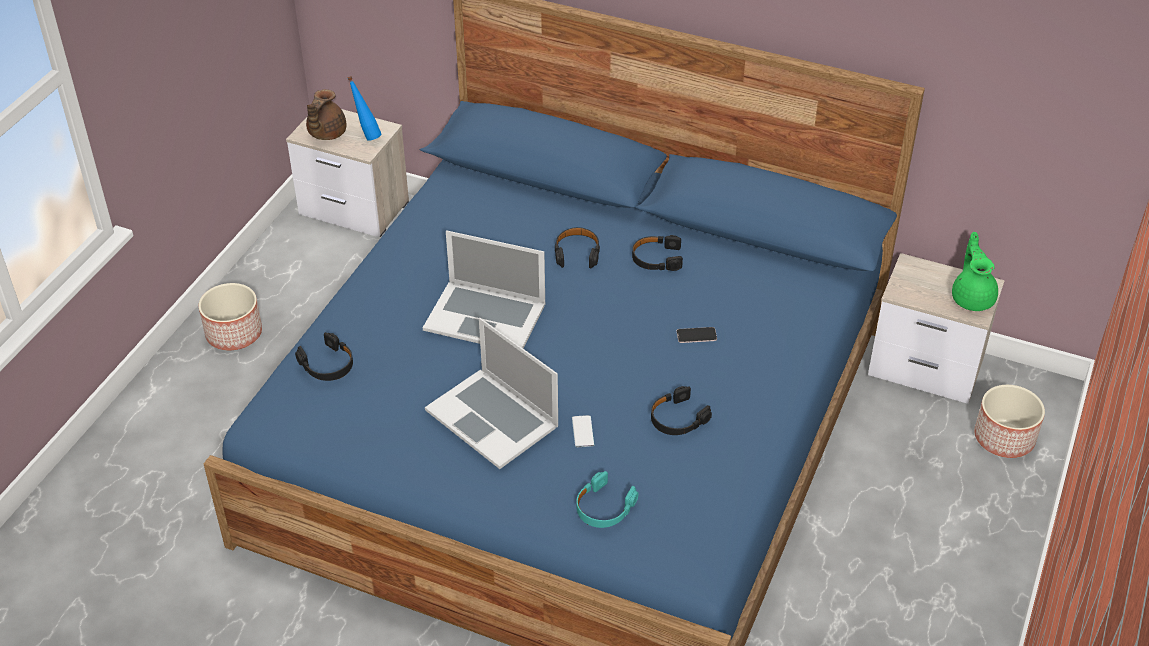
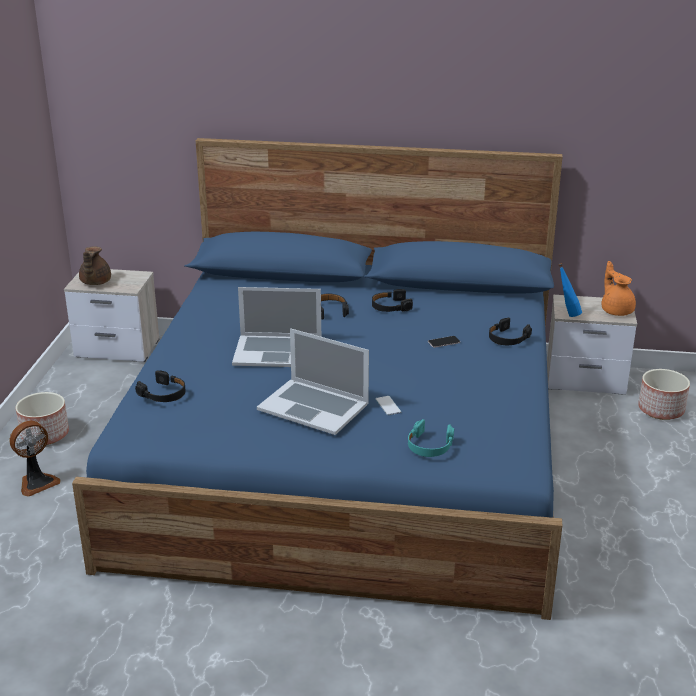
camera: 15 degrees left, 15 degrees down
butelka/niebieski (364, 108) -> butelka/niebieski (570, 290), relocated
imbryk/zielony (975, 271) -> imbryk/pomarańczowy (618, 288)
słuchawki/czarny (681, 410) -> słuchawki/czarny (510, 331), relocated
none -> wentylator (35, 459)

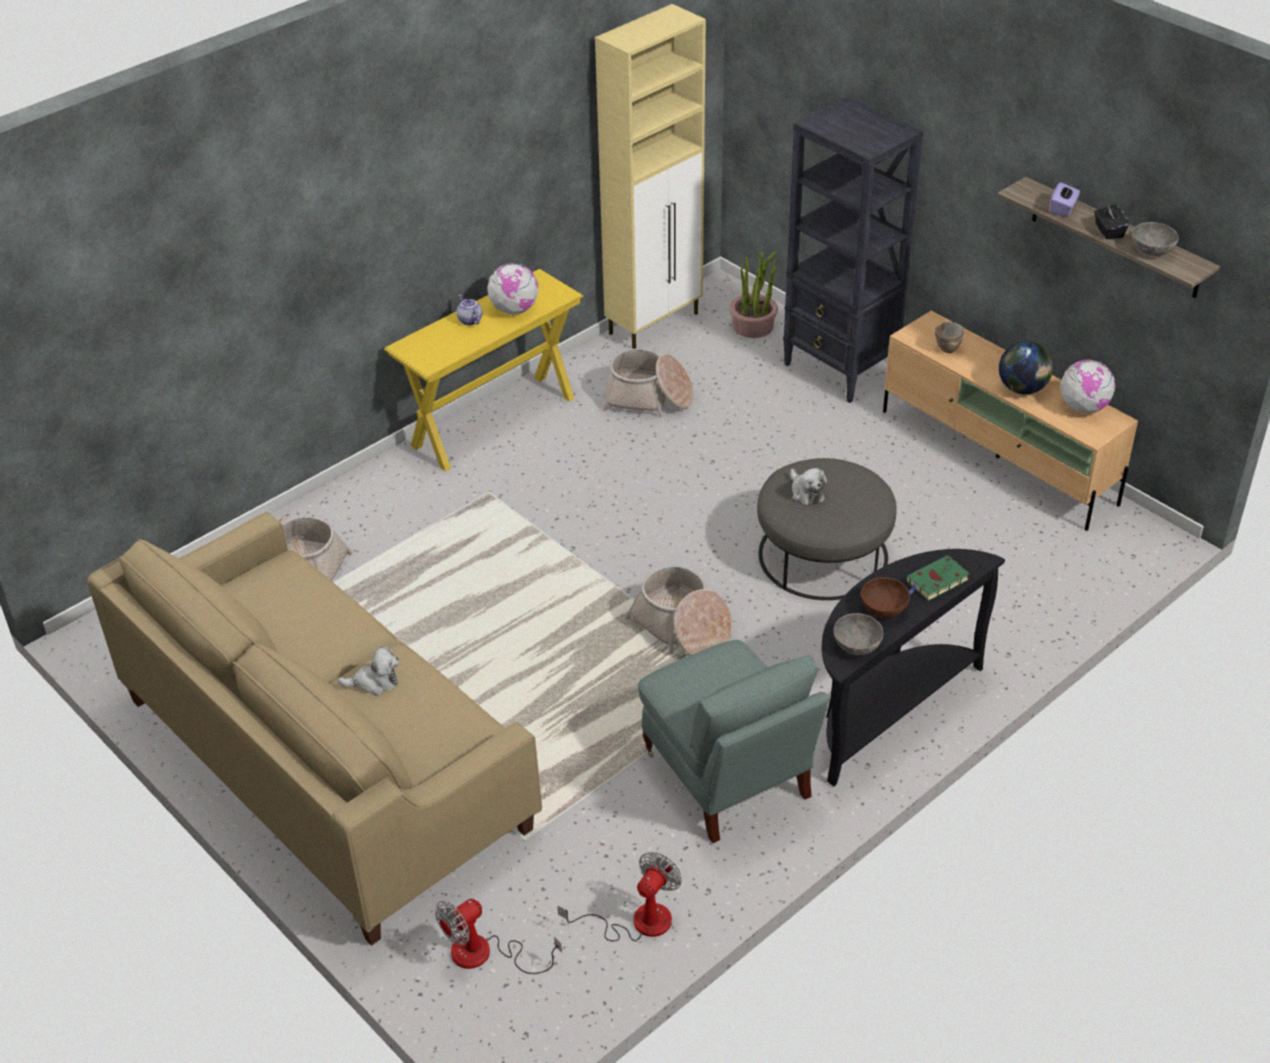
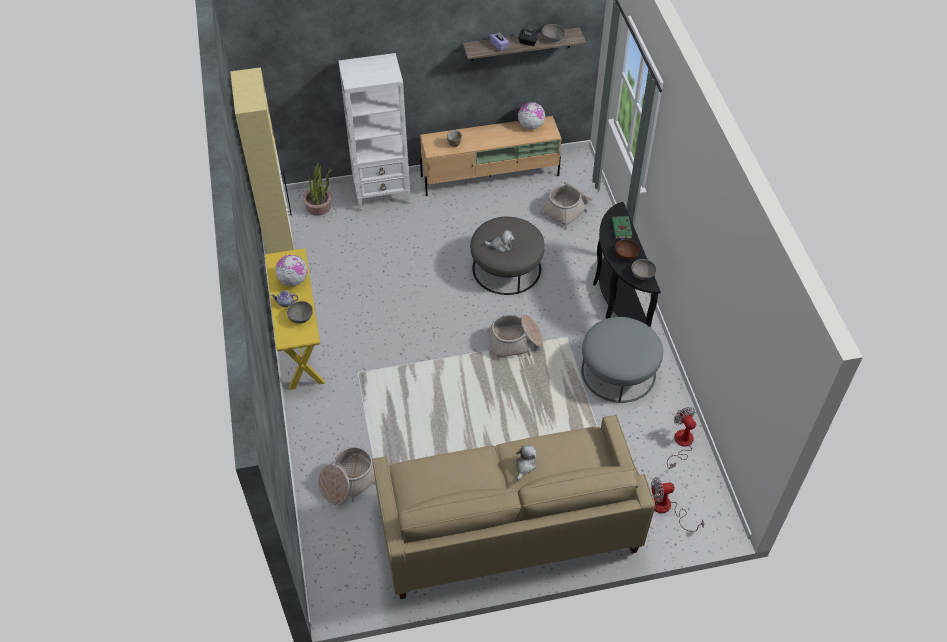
camera: 60 degrees left, 10 degrees up
regał/czarny (853, 250) -> regał/biały (374, 132)
globus (1026, 367) -> none
koszyk (648, 383) -> koszyk (566, 205), relocated
fotel/szary (733, 741) -> pufa/szary (622, 360)
wentylator (498, 936) -> wentylator (677, 504), 90 degrees clockwise
none -> miska/szary (300, 312)

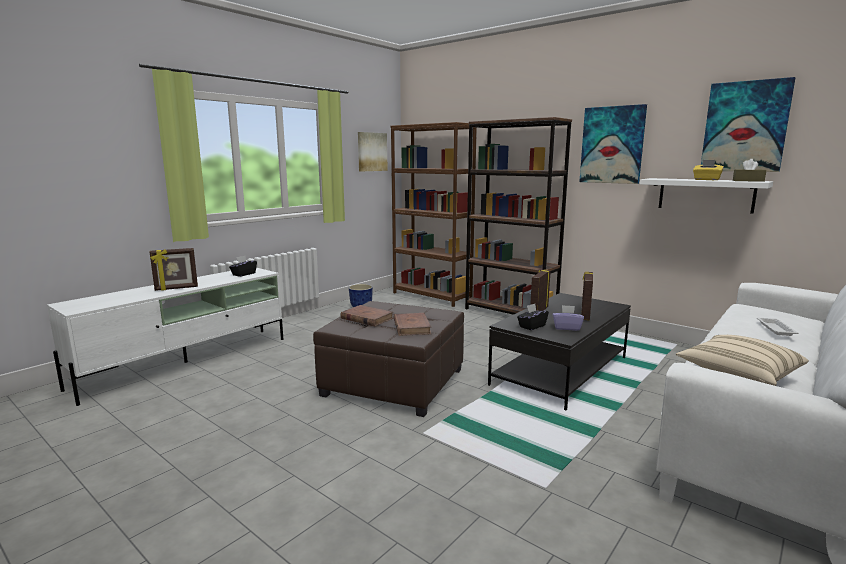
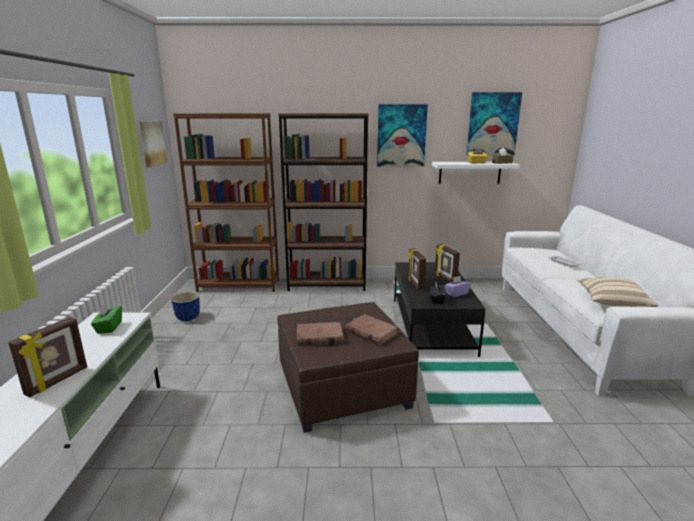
camera: 40 degrees left, 5 degrees up
pudełko chusteczek/czarny (243, 266) -> pudełko chusteczek/zielony (106, 318)

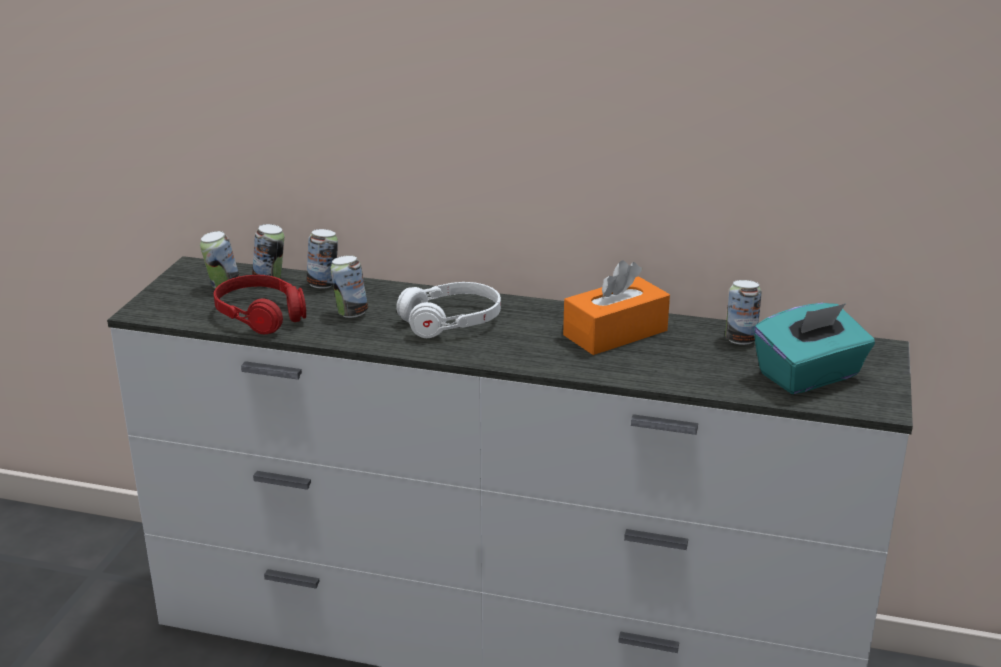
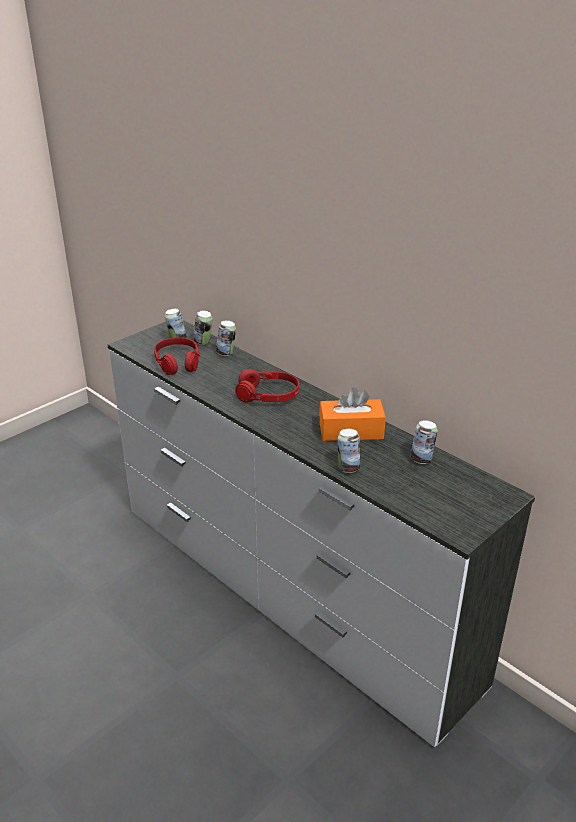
camera: 30 degrees right, 5 degrees up
puszka (349, 286) -> puszka (349, 451), relocated
słuchawki/biały (448, 310) -> słuchawki/czerwony (267, 385)
pudełko chusteczek/turkusowy (814, 348) -> none

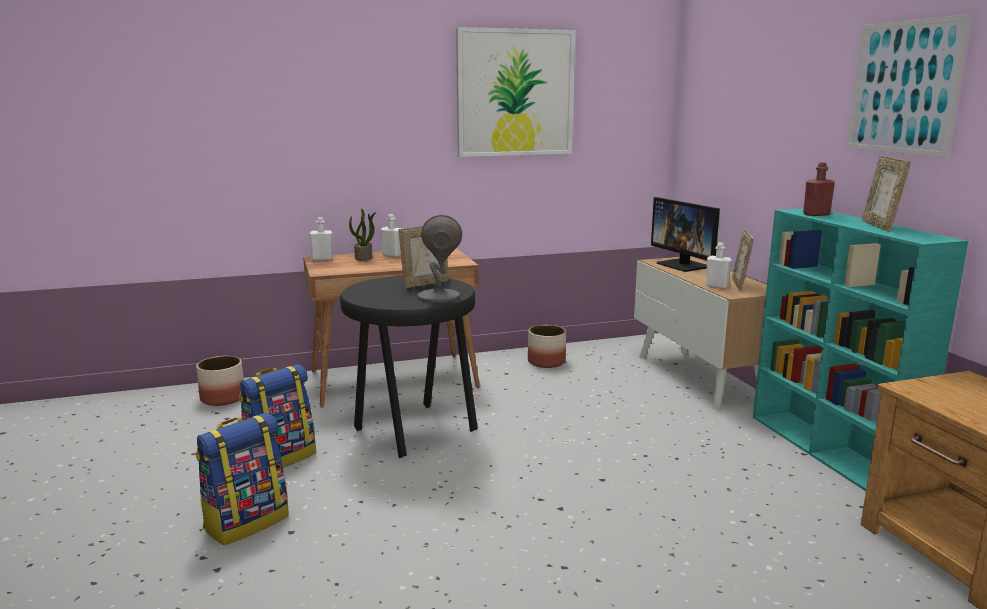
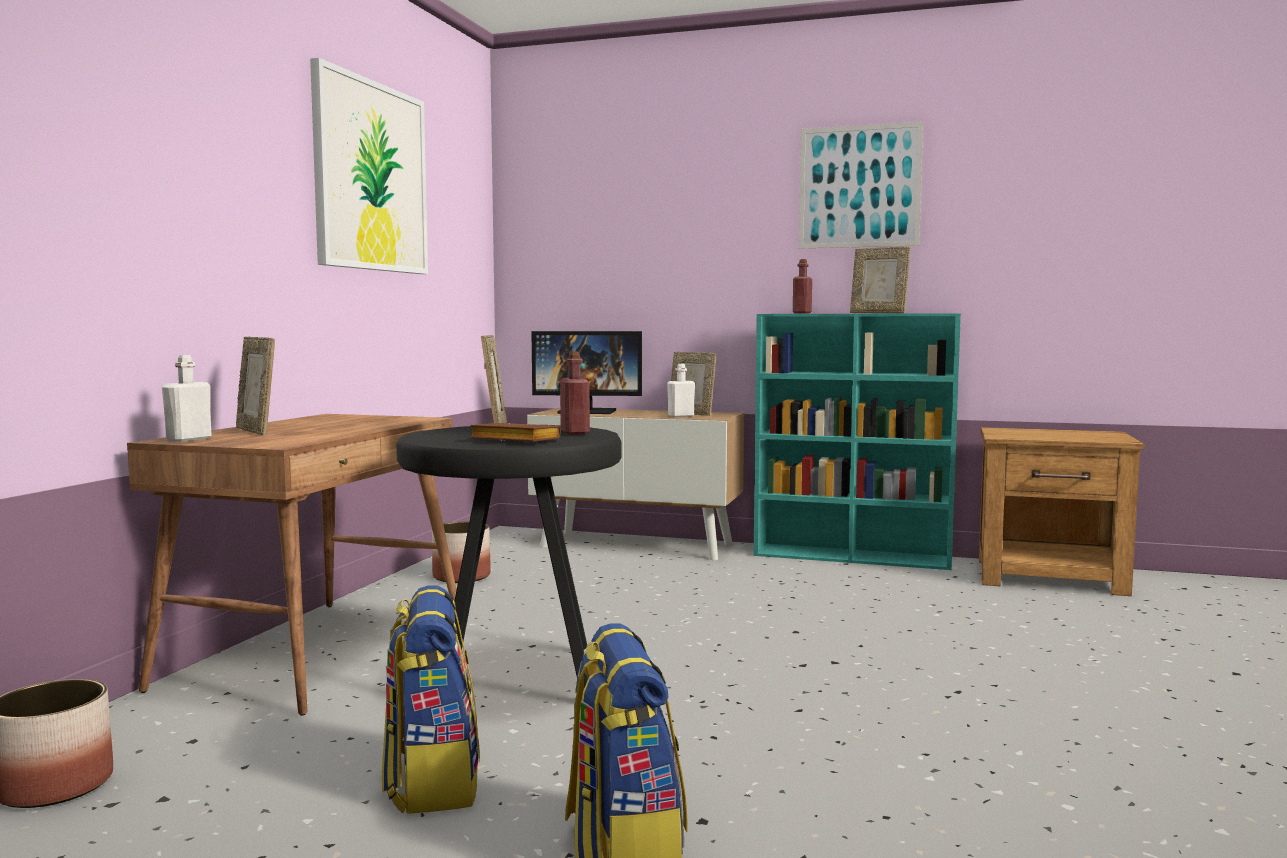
camera: 55 degrees left, 10 degrees down
roślina doniczkowa (362, 235) -> ramka na zdjęcie (255, 386)
butelka/biały (391, 235) -> none
lampa stołowa/szary (439, 259) -> butelka/czerwony (575, 393)
none -> książka/brązowy (515, 432)

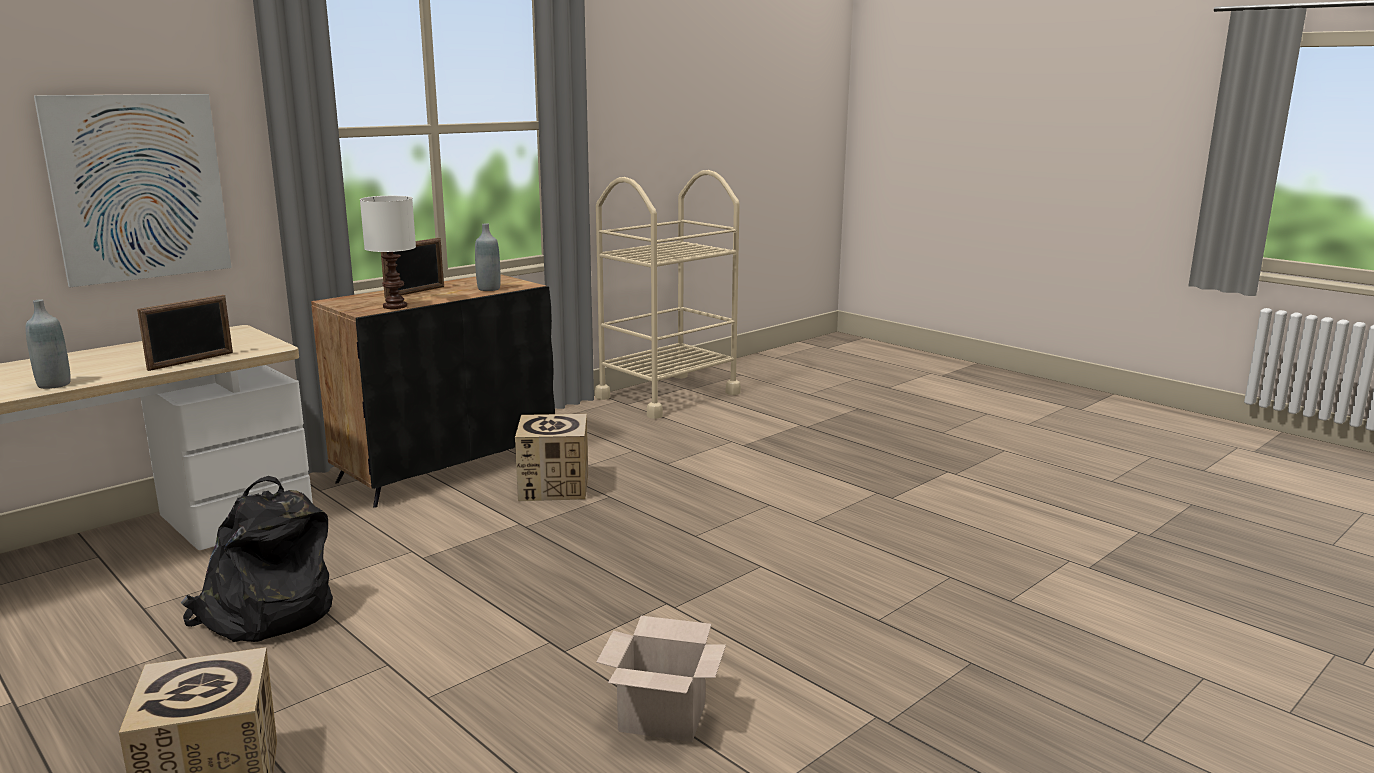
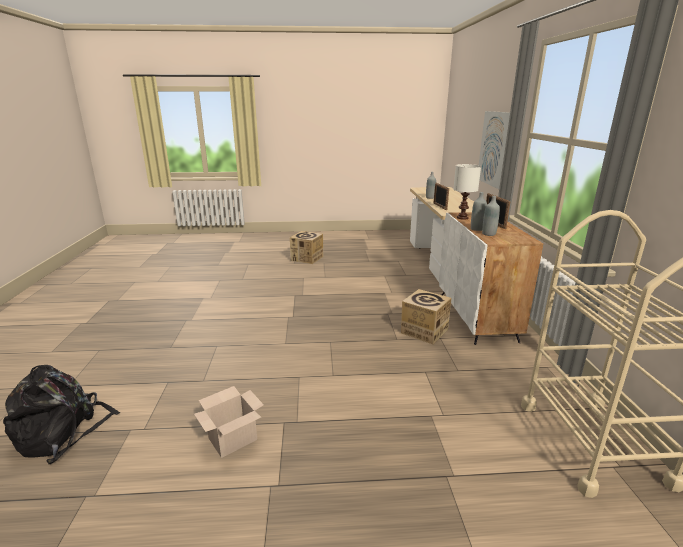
camera: 130 degrees right, 5 degrees up
szafka/czarny (433, 391) -> szafka/biały (491, 278)
plecak/czarny (257, 559) -> plecak/czarny (61, 414), relocated
karton (661, 679) -> karton (229, 422), relocated
none -> butelka/szary (479, 211)

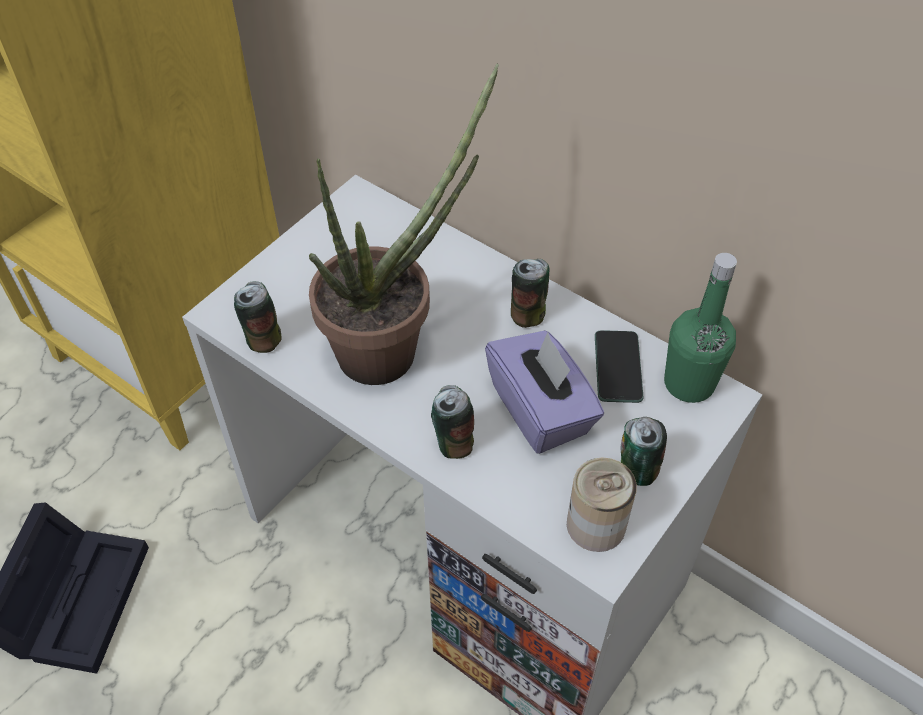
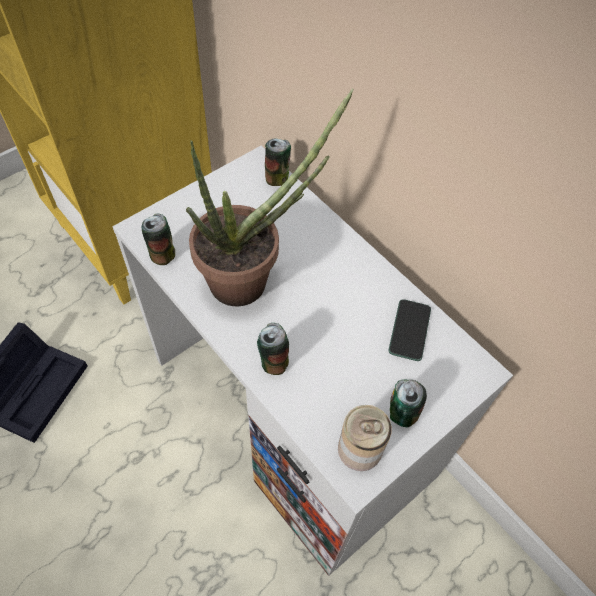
camera: 10 degrees right, 5 degrees up
butelka/zielony (700, 328) -> none
puszka (530, 293) -> puszka (278, 162), relocated
pudełko chusteczek/fioletowy (544, 392) -> none

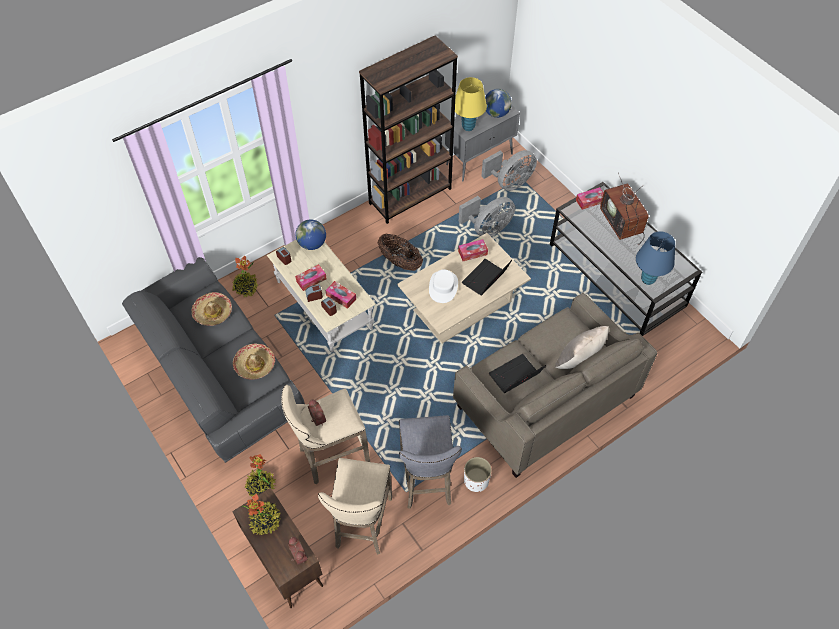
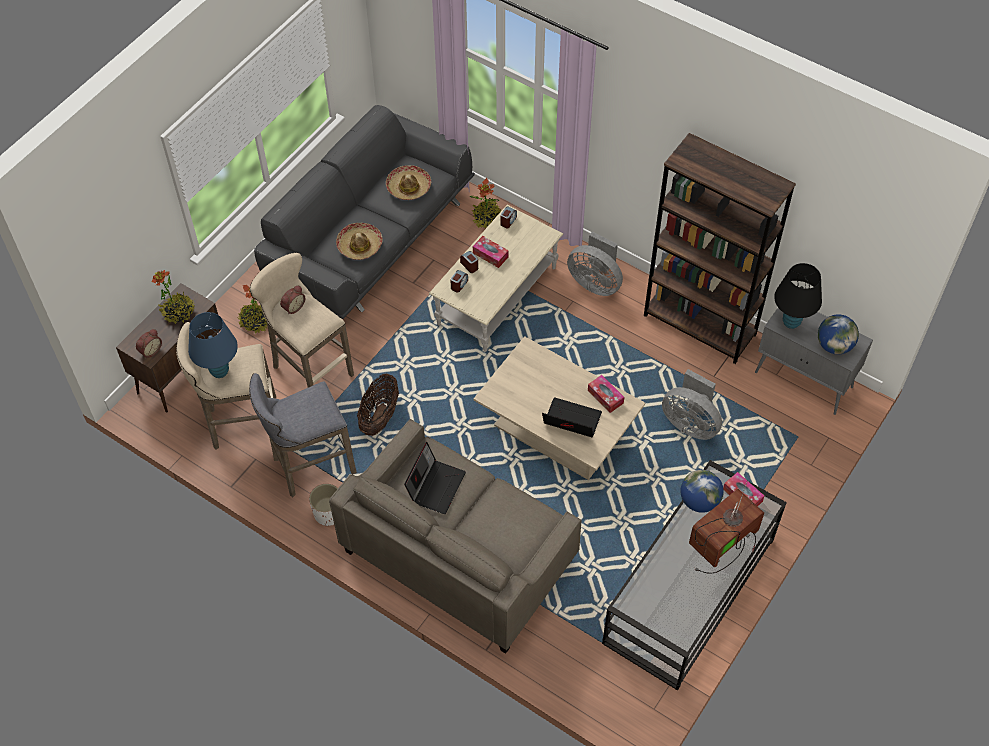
camera: 70 degrees right, 0 degrees up
lampa stołowa/żółty (471, 104) -> lampa stołowa/czarny (798, 296)
wentylator/szary (509, 170) -> wentylator/szary (595, 263), relocated
globus (310, 234) -> globus (702, 491), relocated
lampa stołowa/niebieski (655, 258) -> lampa stołowa/niebieski (213, 345), relocated
koszyk (400, 252) -> koszyk (378, 404), relocated
kapelusz/biały (443, 286) -> none
pudełko chusteczek (340, 295) -> none
poduszka/beżowy (582, 347) -> none
laptop (517, 373) -> laptop (435, 478), 75 degrees clockwise

